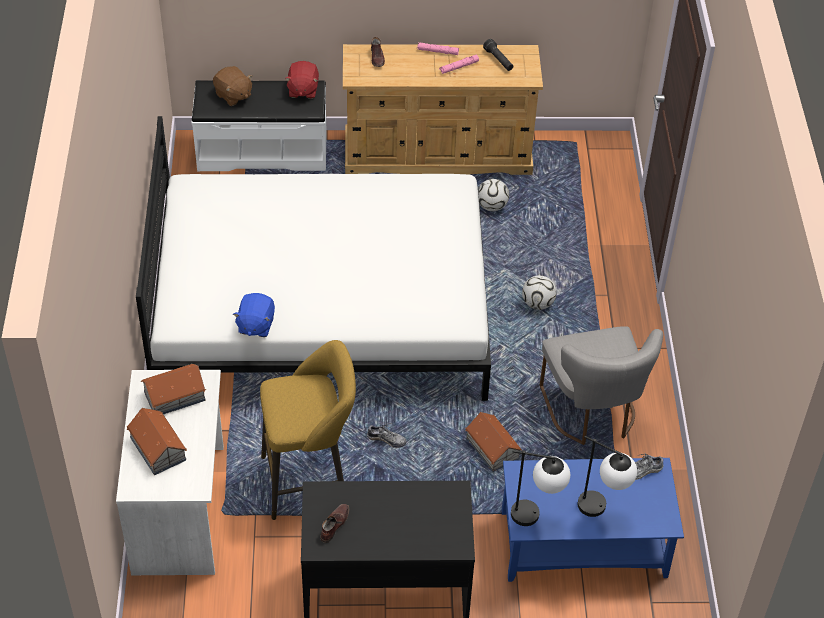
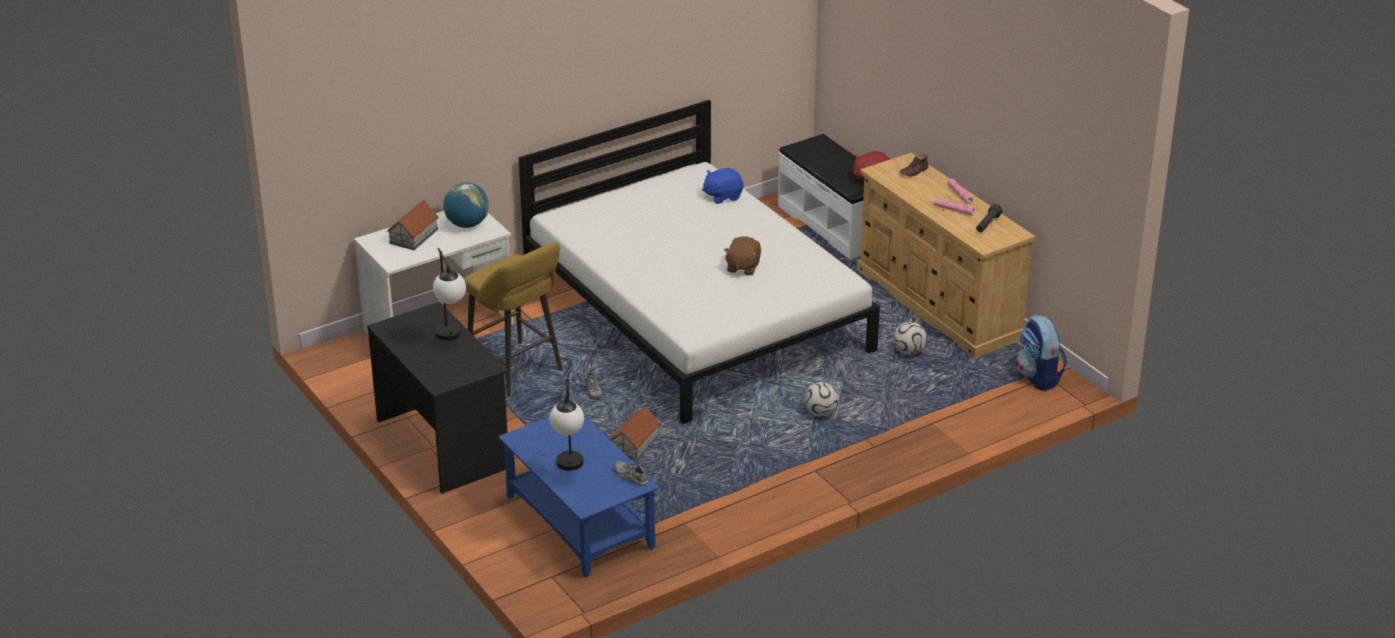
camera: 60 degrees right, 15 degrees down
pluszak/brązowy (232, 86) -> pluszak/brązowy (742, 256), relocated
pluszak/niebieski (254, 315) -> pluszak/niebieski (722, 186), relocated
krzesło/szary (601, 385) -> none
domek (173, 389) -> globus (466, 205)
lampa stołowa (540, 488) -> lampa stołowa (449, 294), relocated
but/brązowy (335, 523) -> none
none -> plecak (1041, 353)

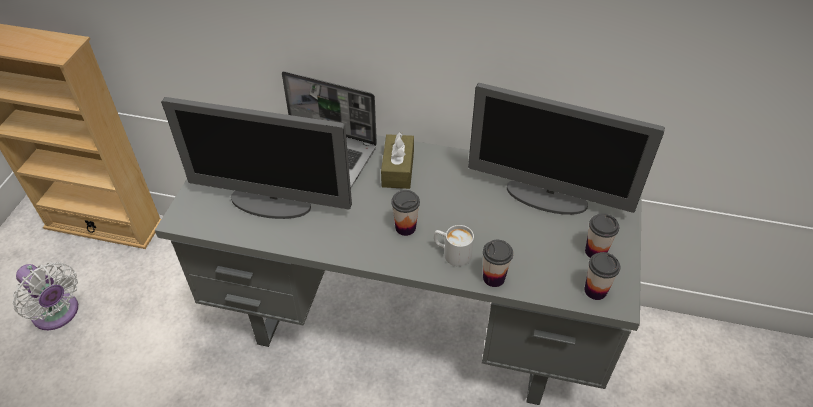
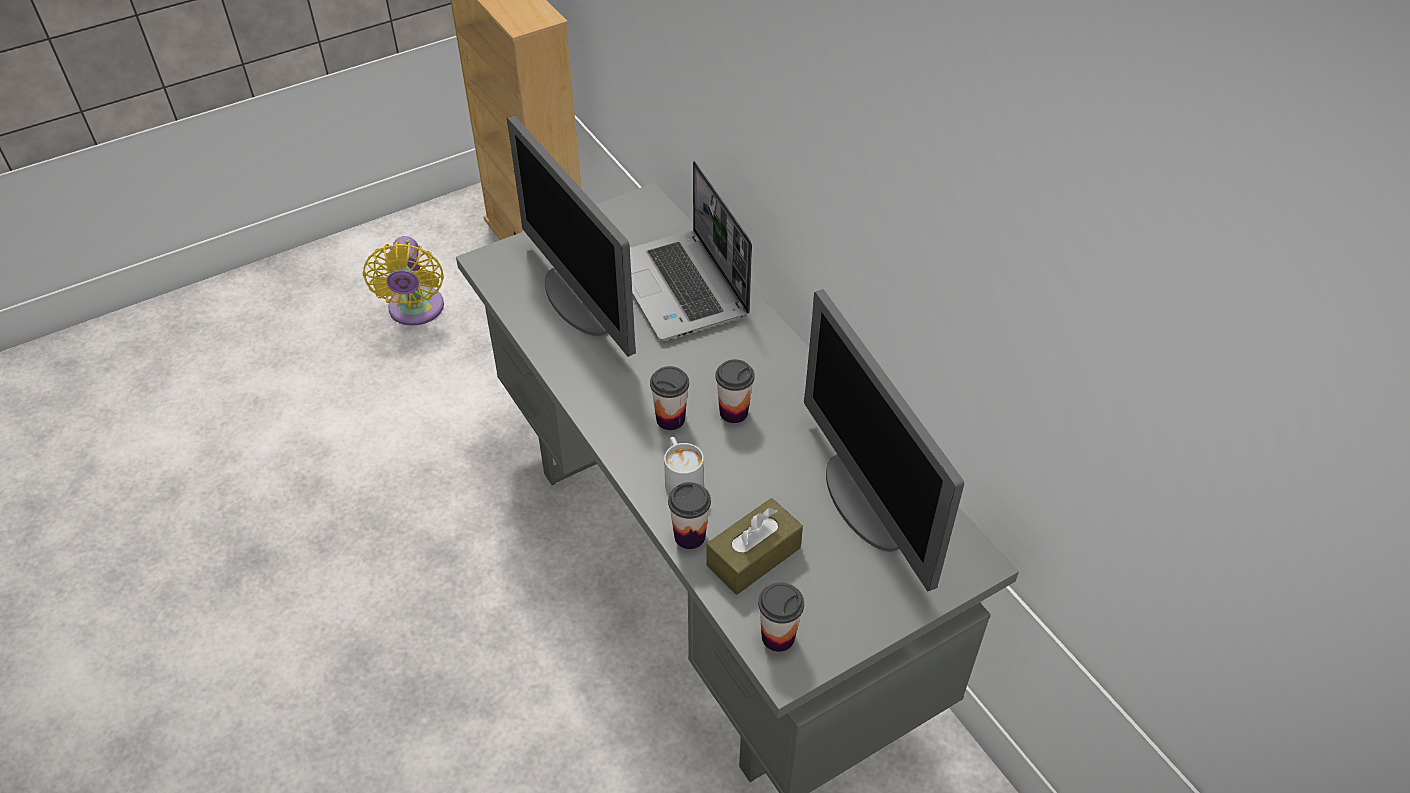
camera: 45 degrees right, 0 degrees up
pudełko chusteczek/brązowy (397, 160) -> pudełko chusteczek/brązowy (754, 546), relocated
filiżanka (602, 235) -> filiżanka (735, 391), relocated
wentylator/biały (45, 296) -> wentylator/żółty (403, 281)

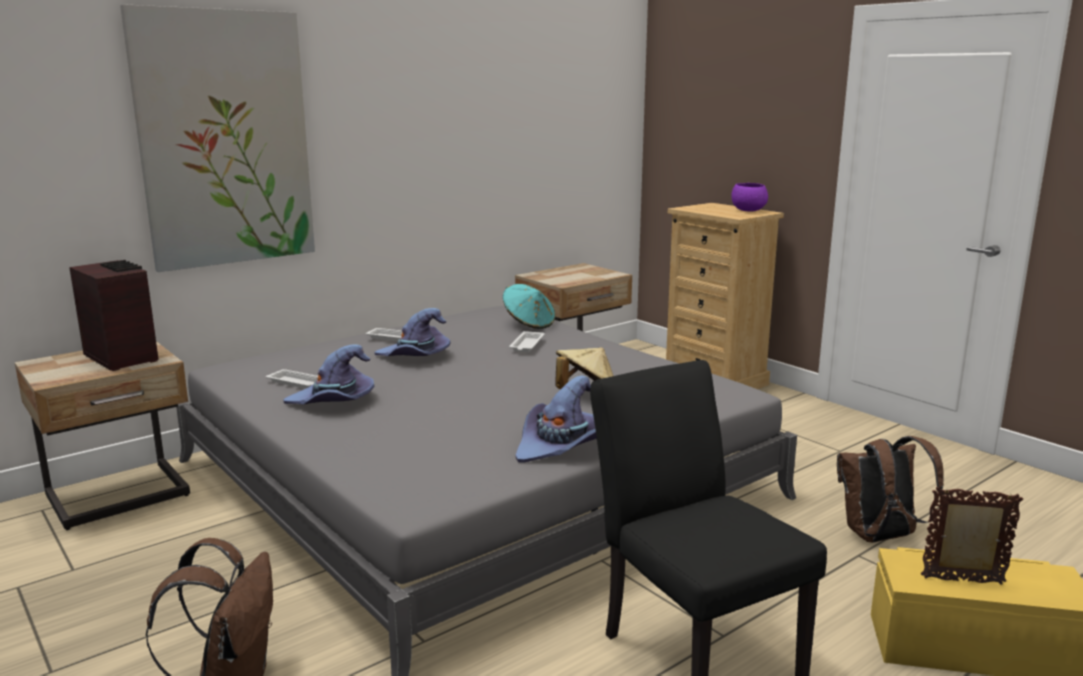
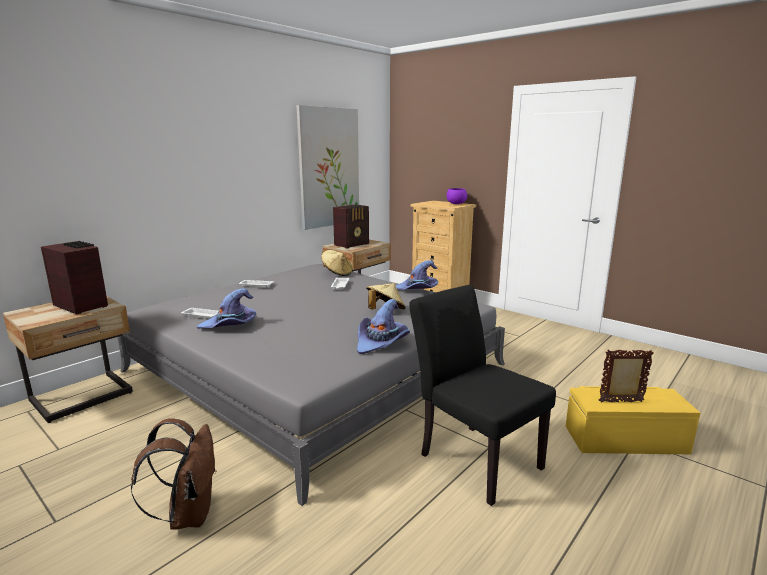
camera: 10 degrees left, 0 degrees up
obraz (217, 138) -> obraz (328, 167), relocated
kapelusz/turkusowy (529, 306) -> kapelusz/beżowy (336, 263)
kapelusz/fioletowy (412, 332) -> kapelusz/fioletowy (417, 275), relocated
plecak/brązowy (890, 489) -> none
none -> radio (351, 226)

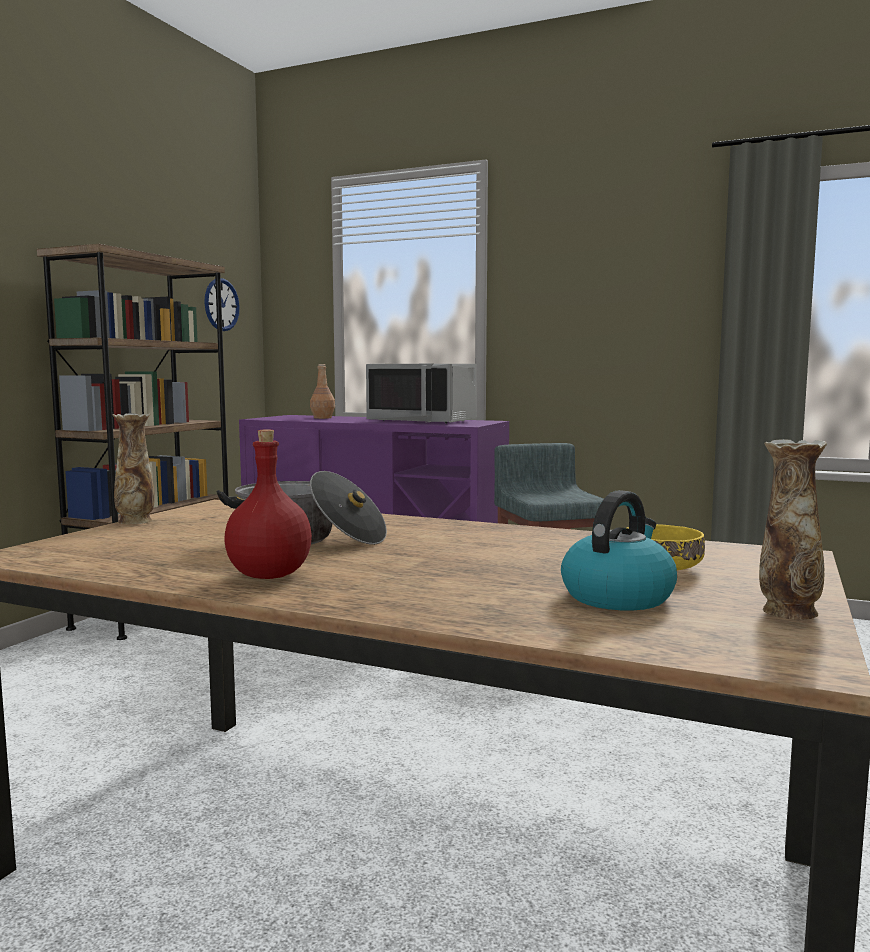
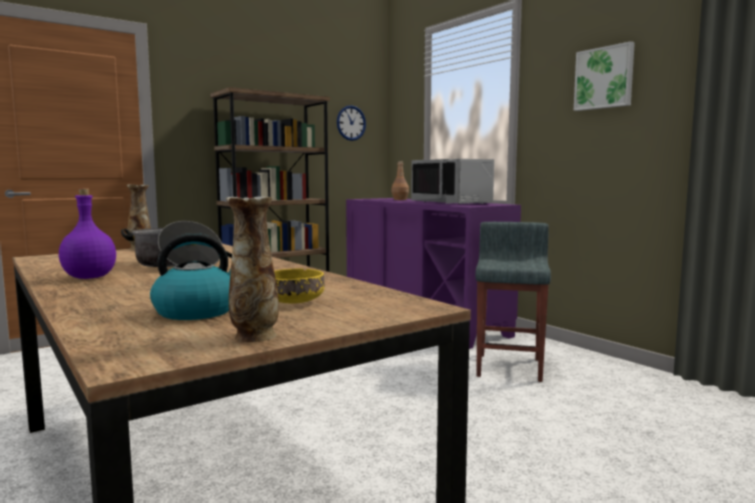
camera: 30 degrees right, 0 degrees up
butelka/czerwony (268, 504) -> butelka/fioletowy (87, 233)
none -> obraz (604, 76)

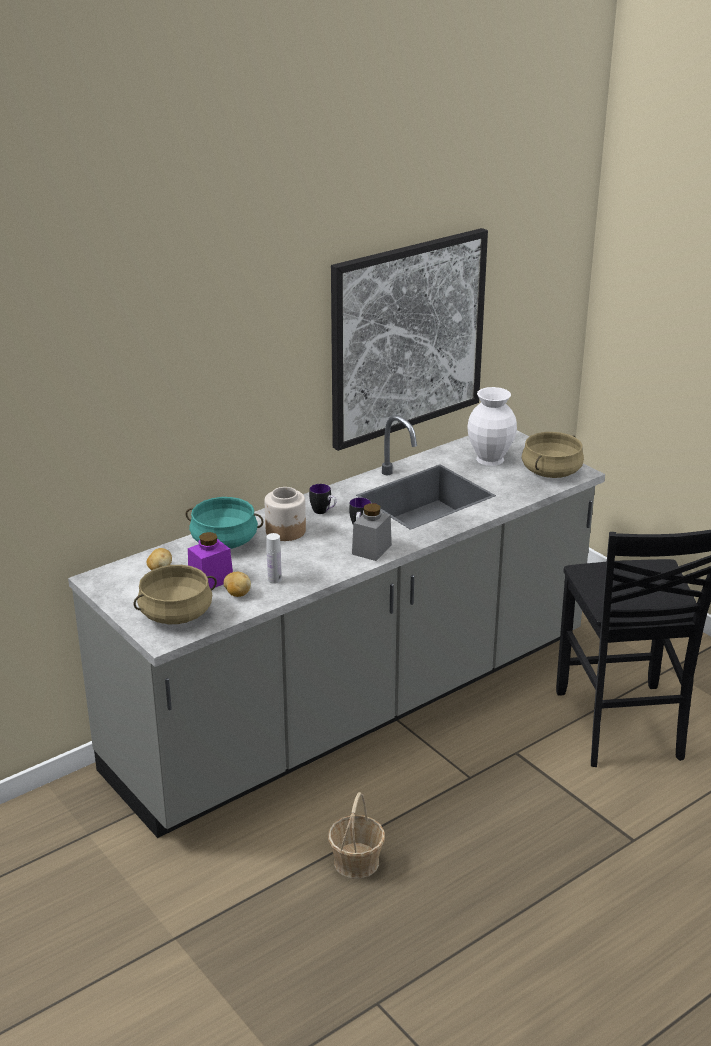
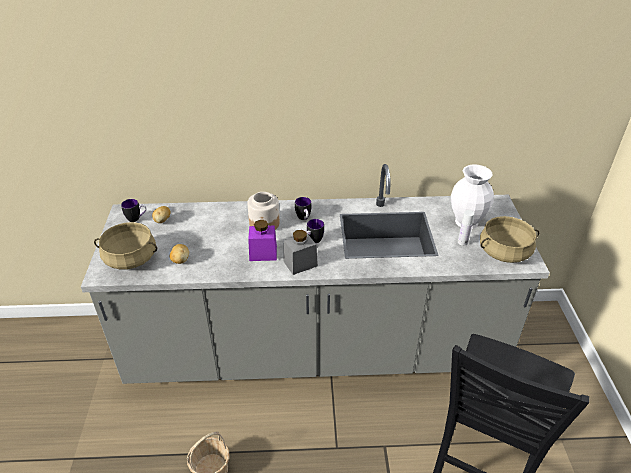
camera: 35 degrees right, 10 degrees up
obraz (409, 339) -> none
garnek/turkusowy (224, 523) -> none
słoik/fioletowy (210, 560) -> słoik/fioletowy (262, 240), relocated
butelka/biały (274, 558) -> butelka/biały (466, 228), relocated
none -> kubek (134, 210)

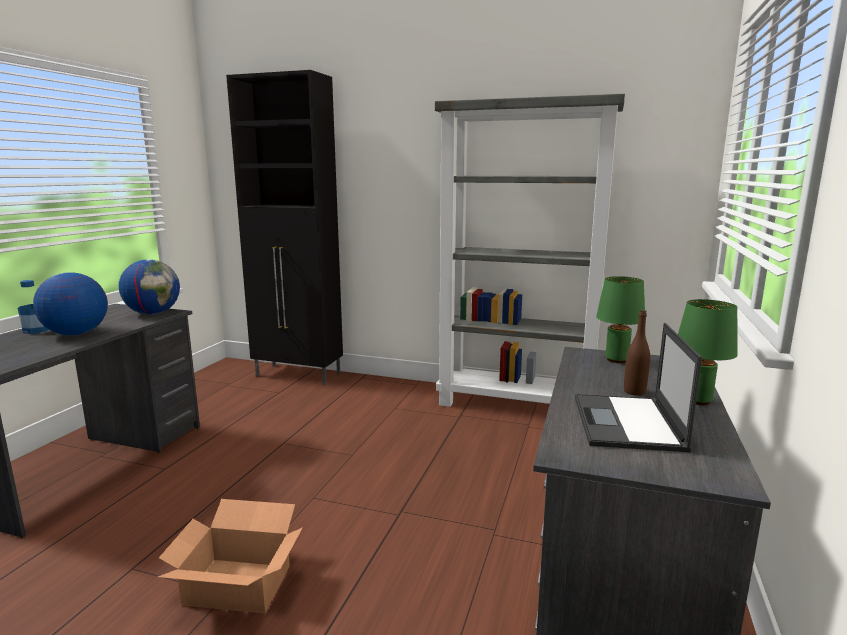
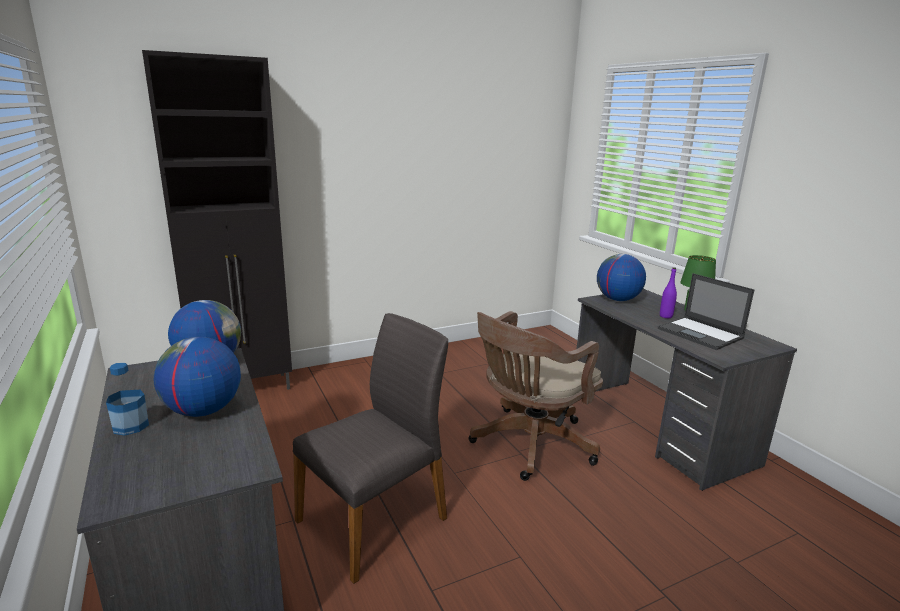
camera: 45 degrees left, 5 degrees up
regał/szary (530, 250) -> none
lampa stołowa/zielony (620, 319) -> globus (621, 277)
butelka/brązowy (637, 353) -> butelka/fioletowy (668, 292)
karton (230, 556) -> none
none -> krzesło biurowe/brązowy (536, 396)
none -> krzesło/szary (370, 448)

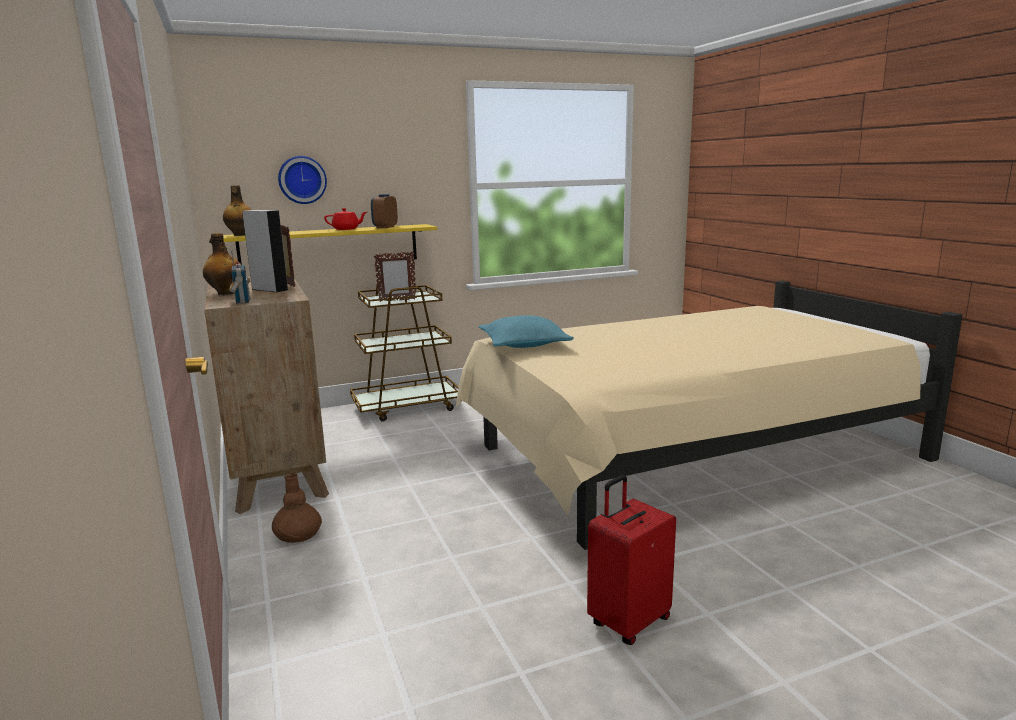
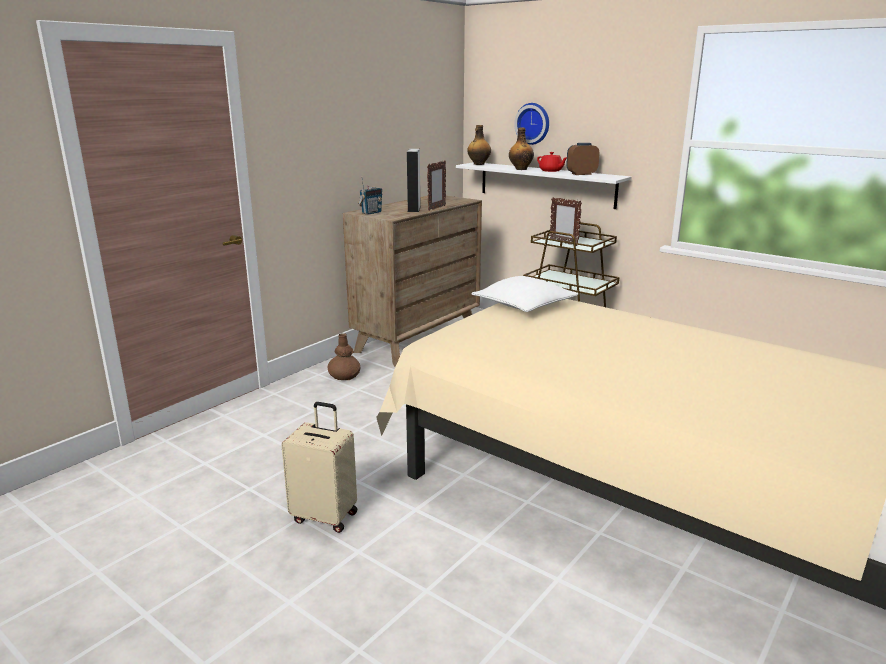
camera: 60 degrees right, 5 degrees up
półka/żółty (330, 244) -> półka/biały (544, 185)
butelka (221, 264) -> butelka (521, 149), relocated
poduszka/turkusowy (526, 331) -> poduszka/biały (525, 294)
walizka/czerwony (631, 560) -> walizka/beżowy (319, 467)

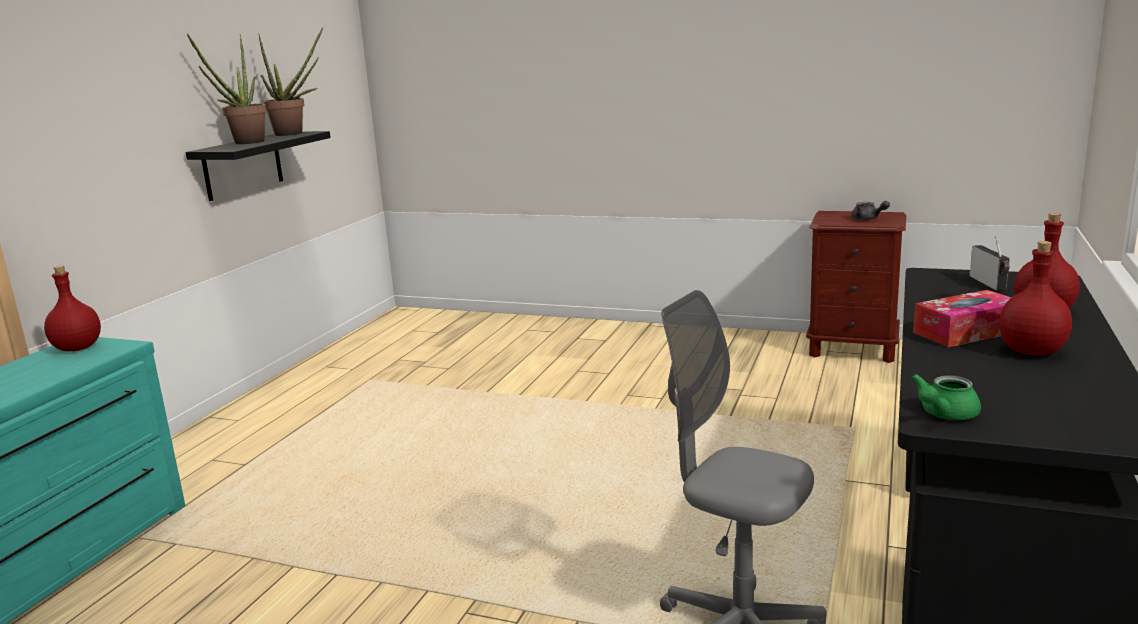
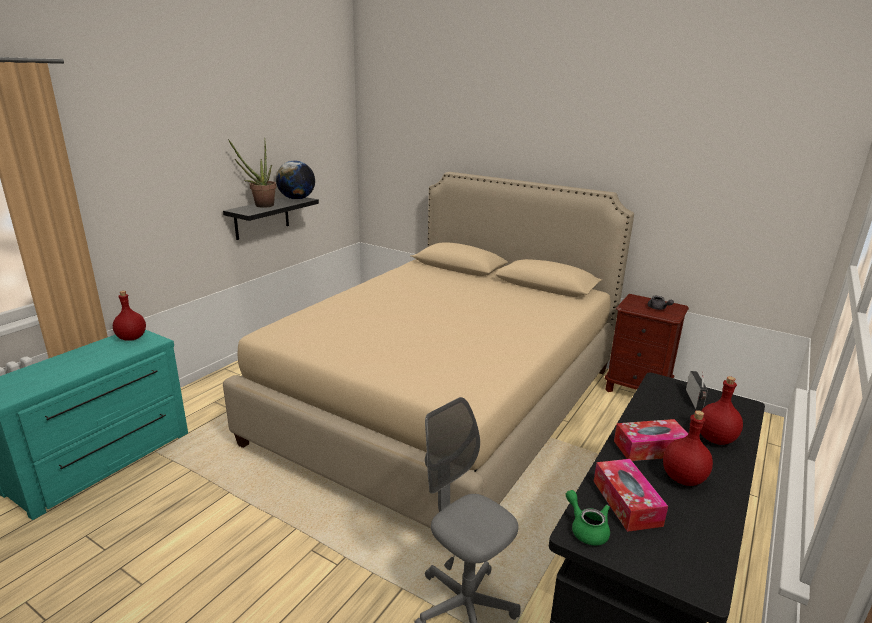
camera: 10 degrees right, 5 degrees up
roślina doniczkowa (290, 81) -> globus (295, 180)
imbryk/zielony (946, 397) -> imbryk/zielony (588, 518), 90 degrees clockwise
none -> łóżko/beżowy (428, 350)
none -> pudełko chusteczek (631, 495)

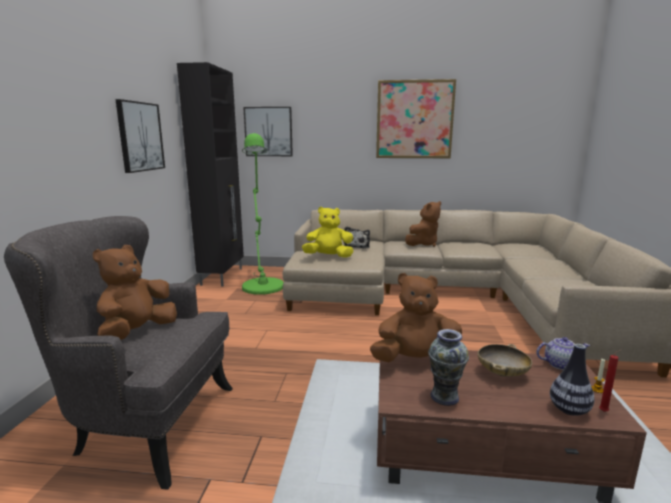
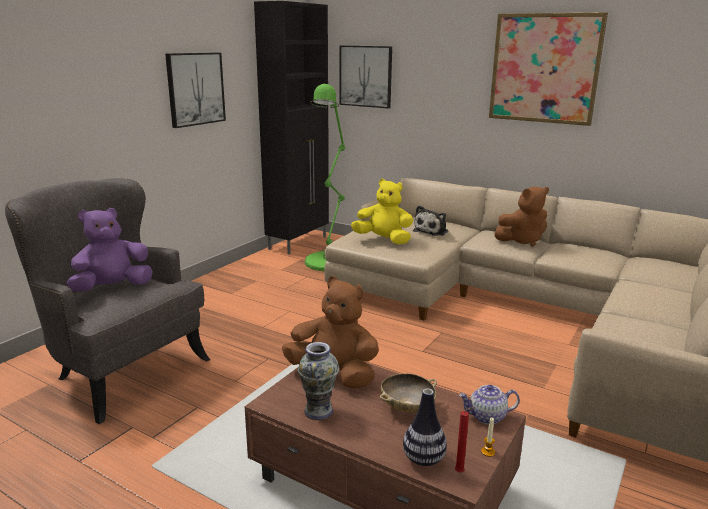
camera: 25 degrees right, 5 degrees up
pluszak/brązowy (135, 292) -> pluszak/fioletowy (110, 250)
imbryk (563, 353) -> imbryk (489, 404), 150 degrees clockwise

